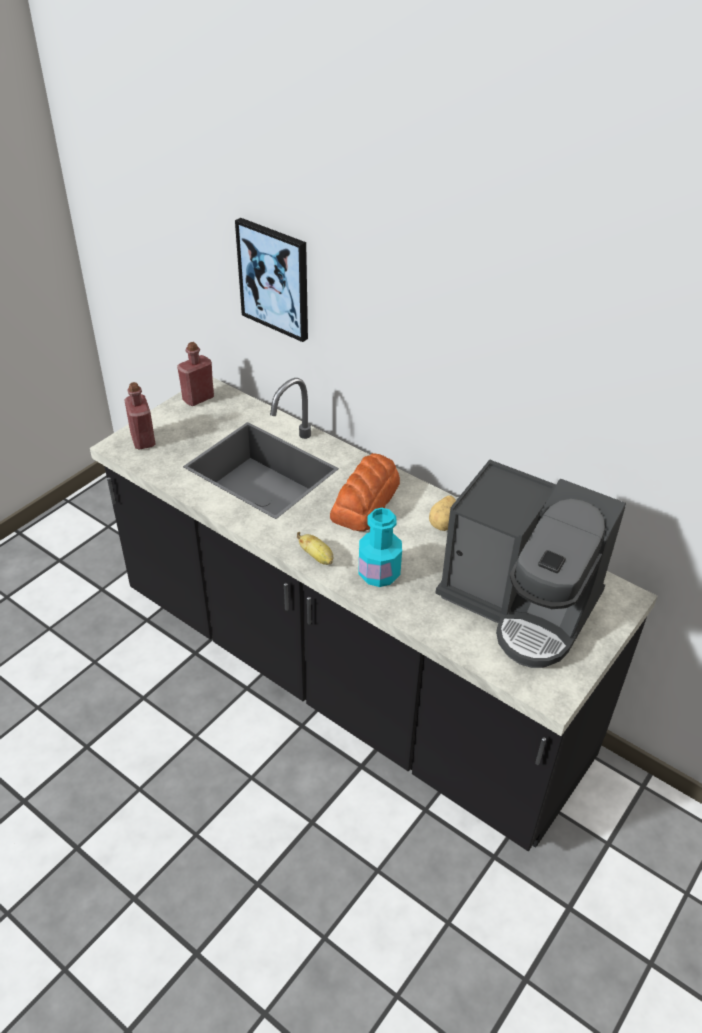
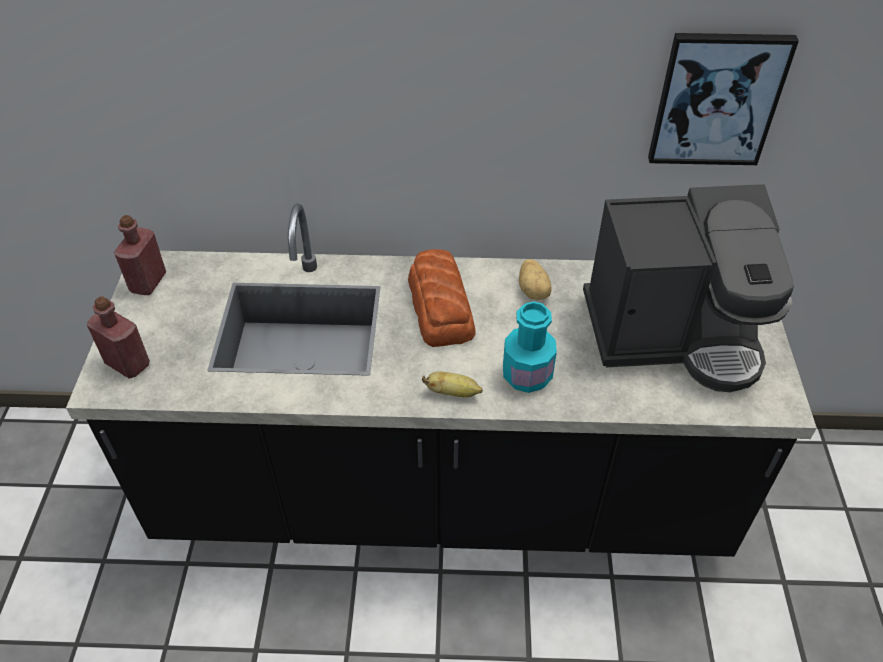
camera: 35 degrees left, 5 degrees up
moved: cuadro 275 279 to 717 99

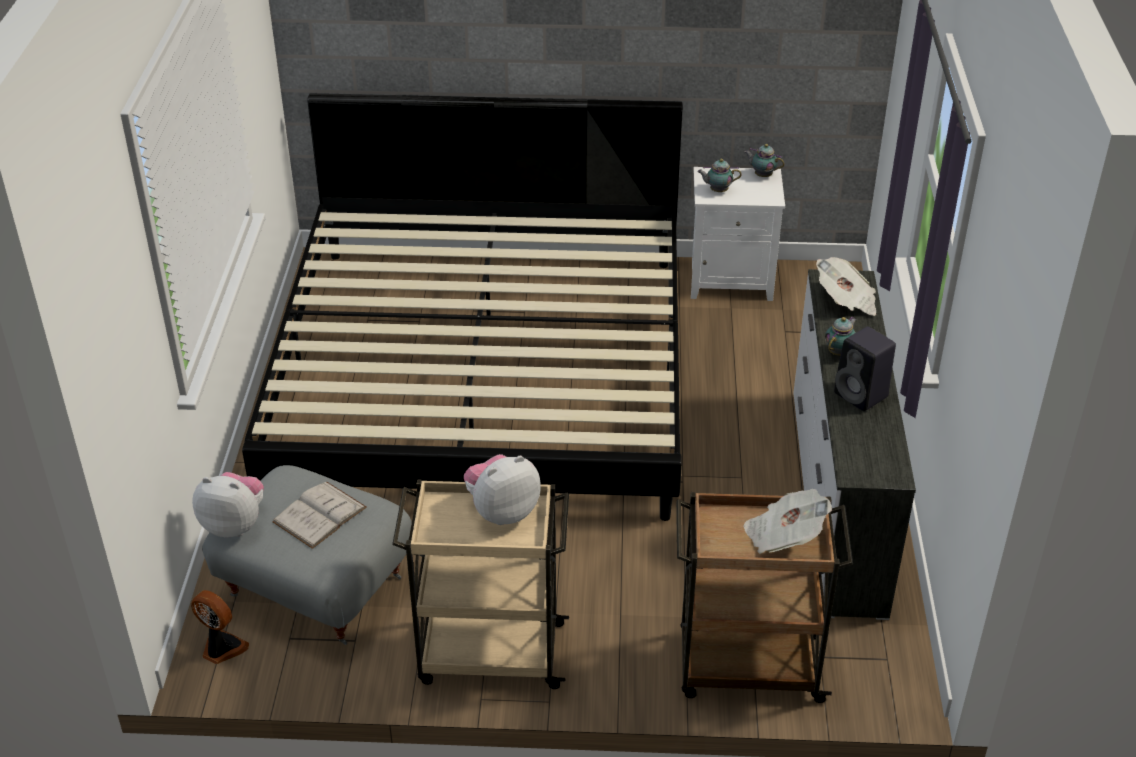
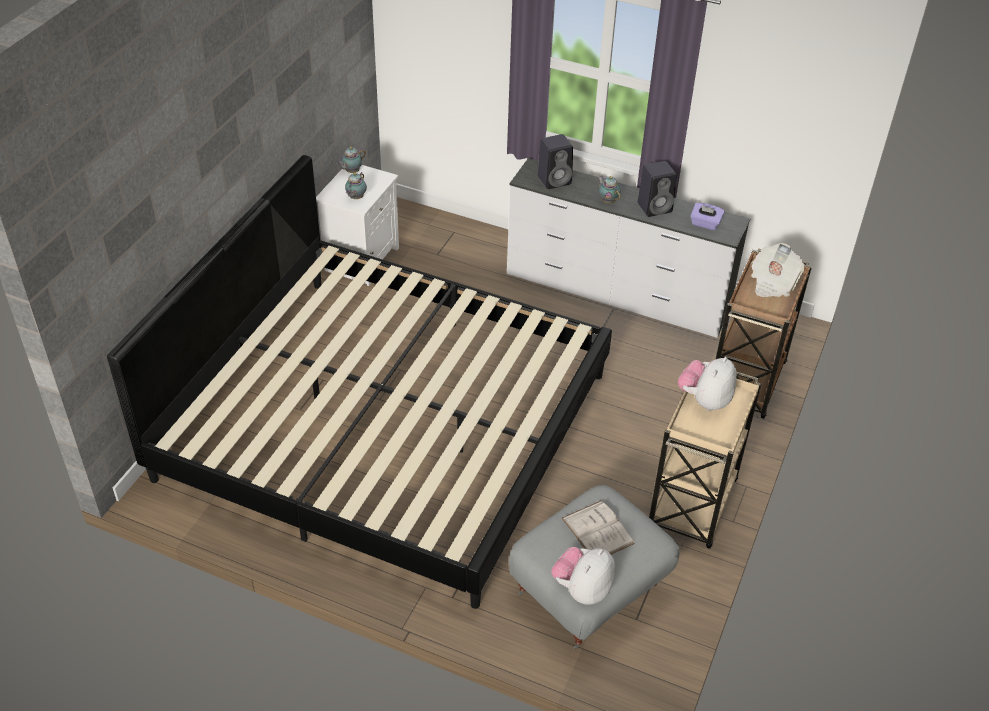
camera: 70 degrees left, 5 degrees up
removed: ventilador 221 648
added: caja de pañuelos [morado] 705 224
replaced: periódico 846 301 to altavoz [negro] 555 180
turned: peluche 502 511 = 705 400 45 degrees clockwise

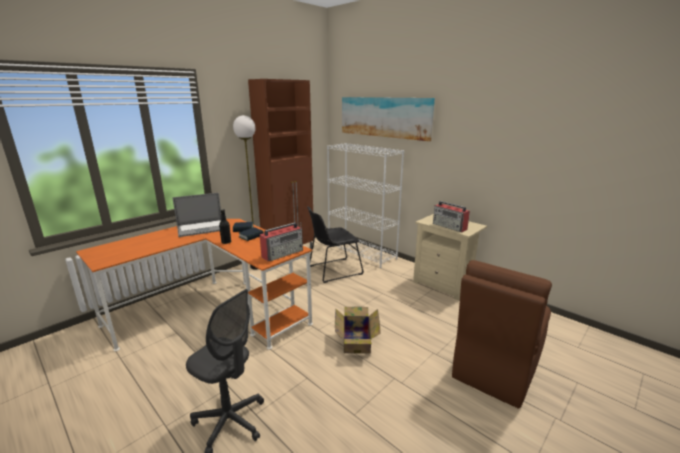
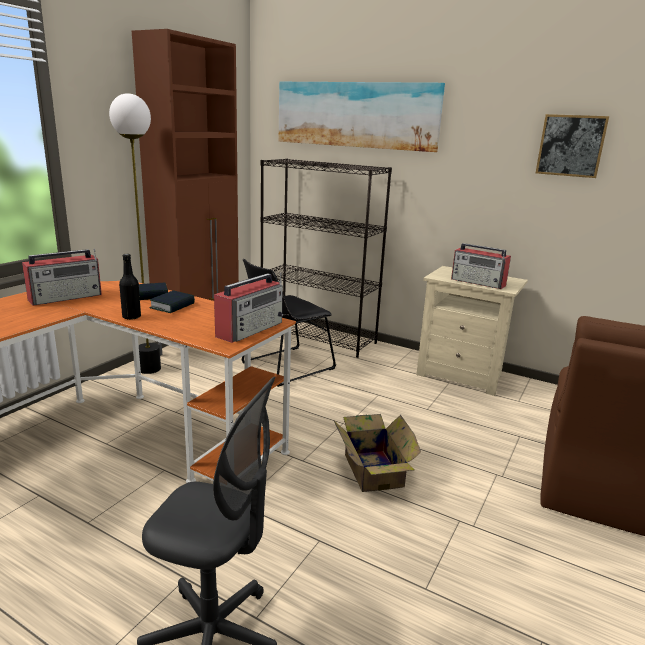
camera: 15 degrees left, 0 degrees up
added: cuadro 571 145
replaced: portátil 201 228 to radio 67 297
recoloured: estantería [blanco] 362 252 to estantería [negro] 318 337

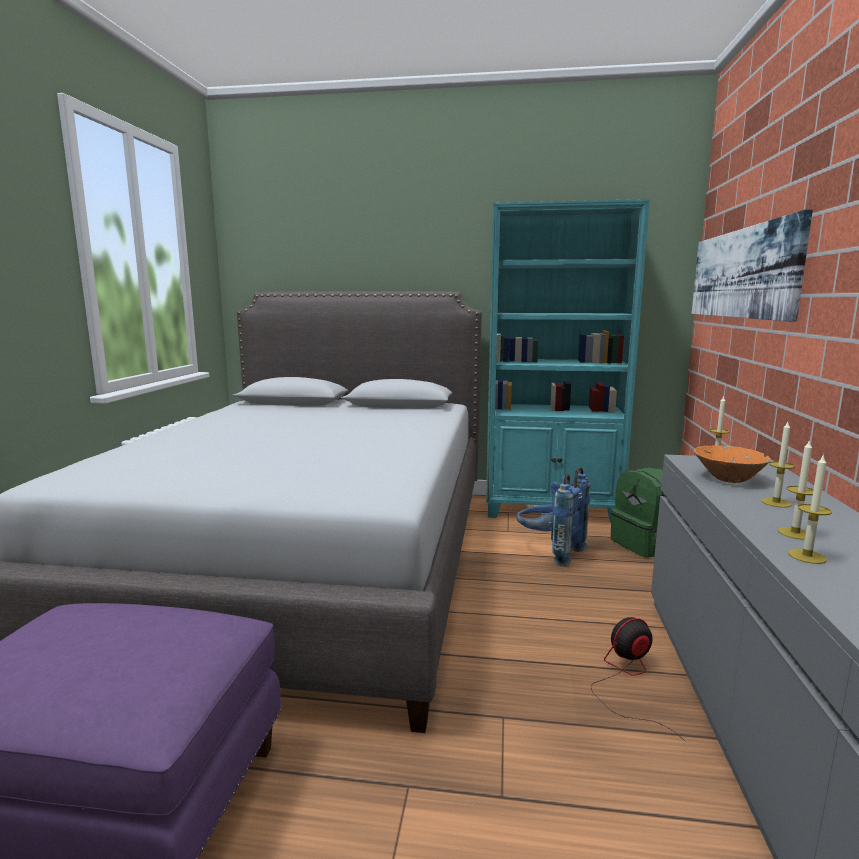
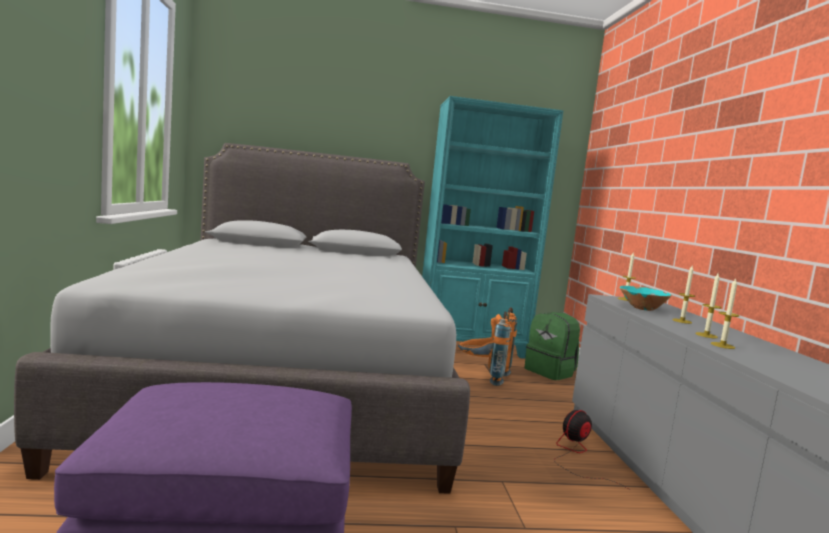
camera: 15 degrees left, 5 degrees down
removed: cuadro 741 273
recoloured: cuenco [naranja] 728 478 to cuenco [turquesa] 642 308; mochila [azul] 549 552 to mochila [naranja] 483 376

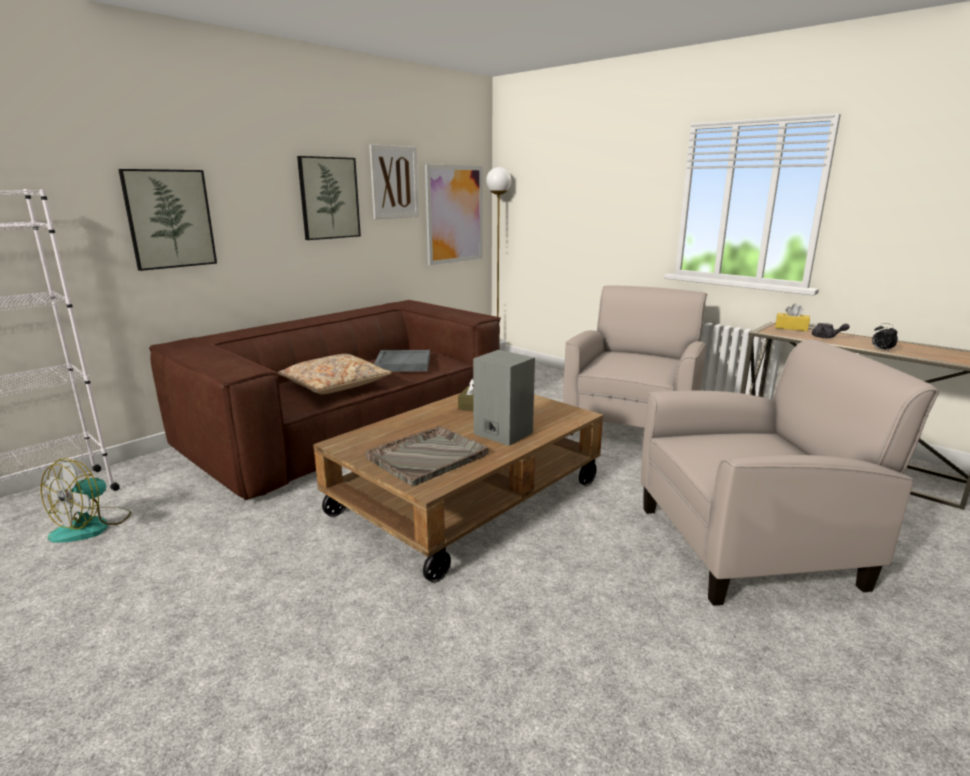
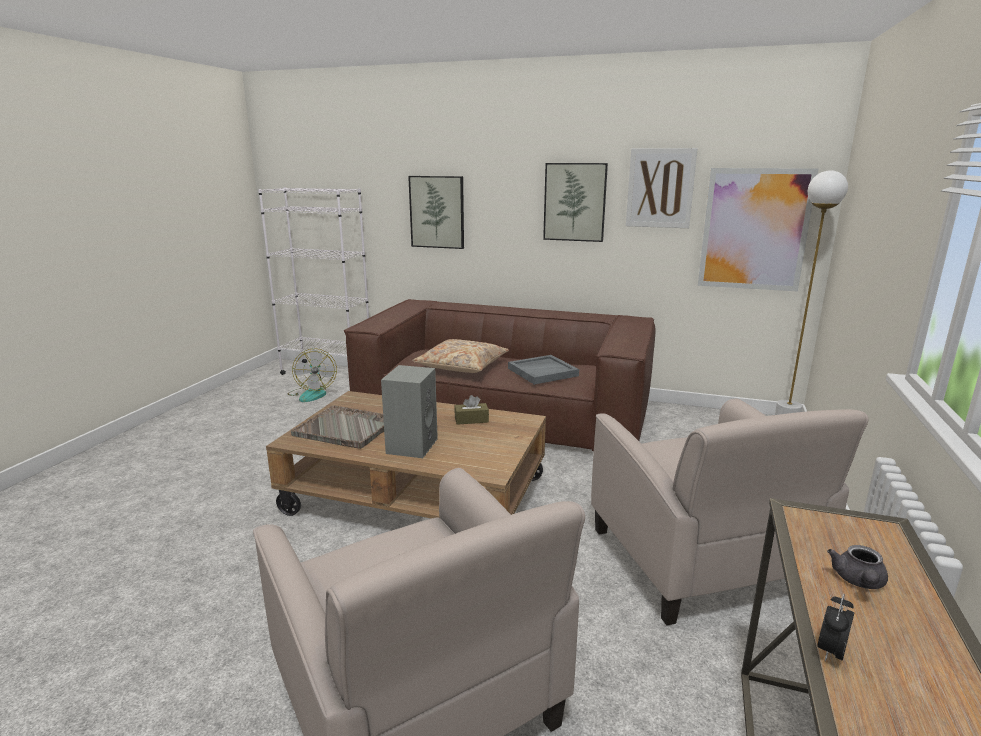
camera: 65 degrees right, 0 degrees up
removed: caja de pañuelos [amarillo] 791 328
turned: sillón [beis] 632 424 = 699 561 75 degrees clockwise; ventilador 92 526 = 312 393 105 degrees counterclockwise

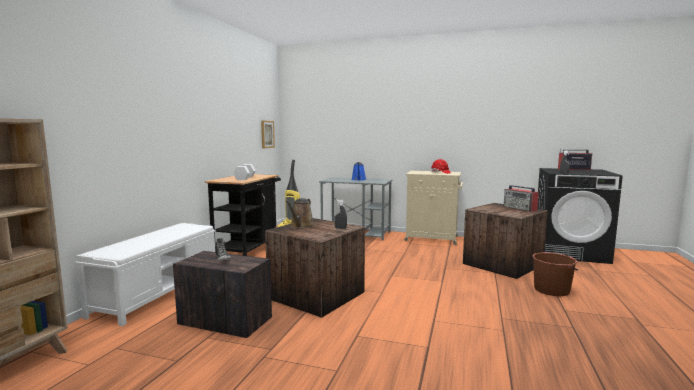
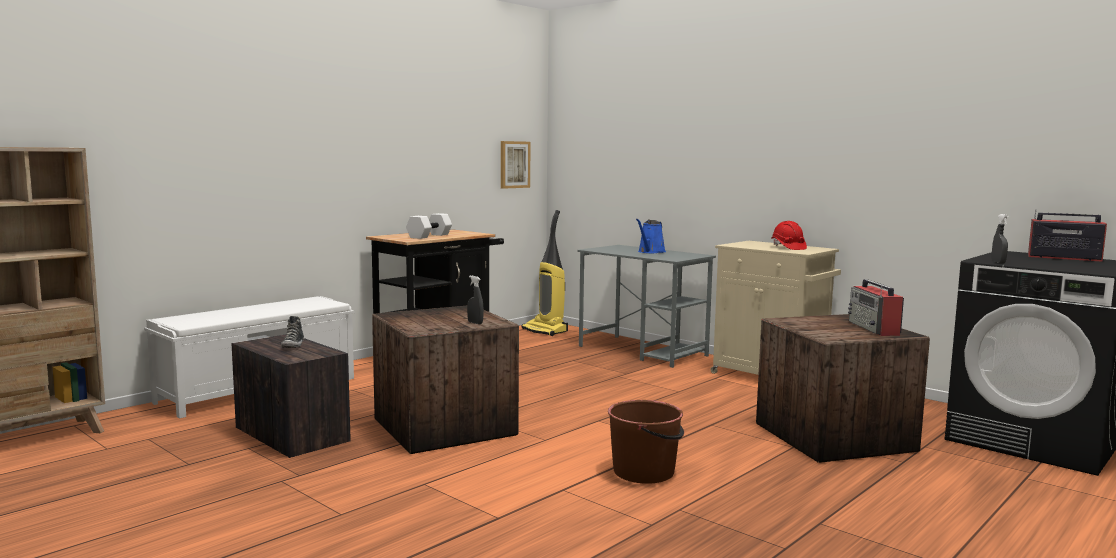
camera: 25 degrees right, 0 degrees up
removed: regadera [marrón] 301 226
moved: cubo [marrón] 552 290 to 644 472

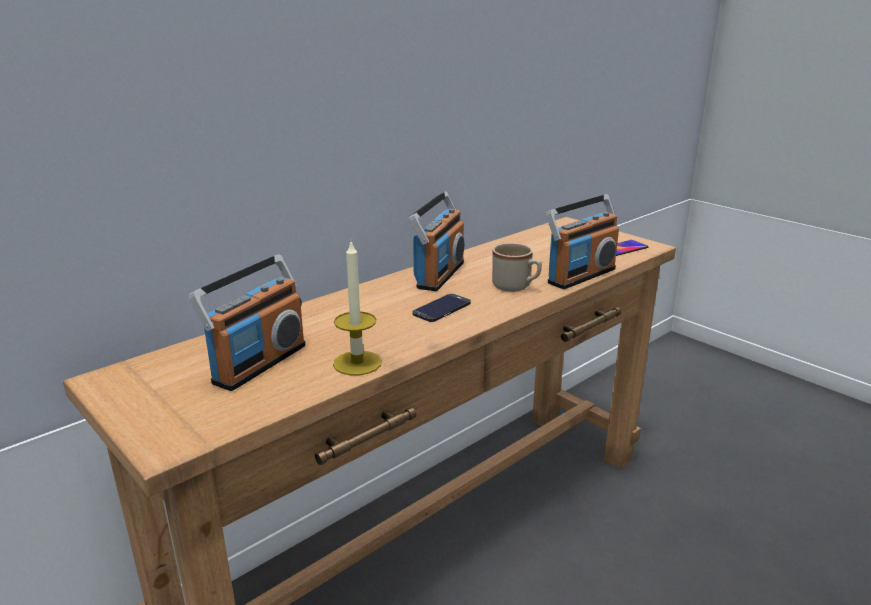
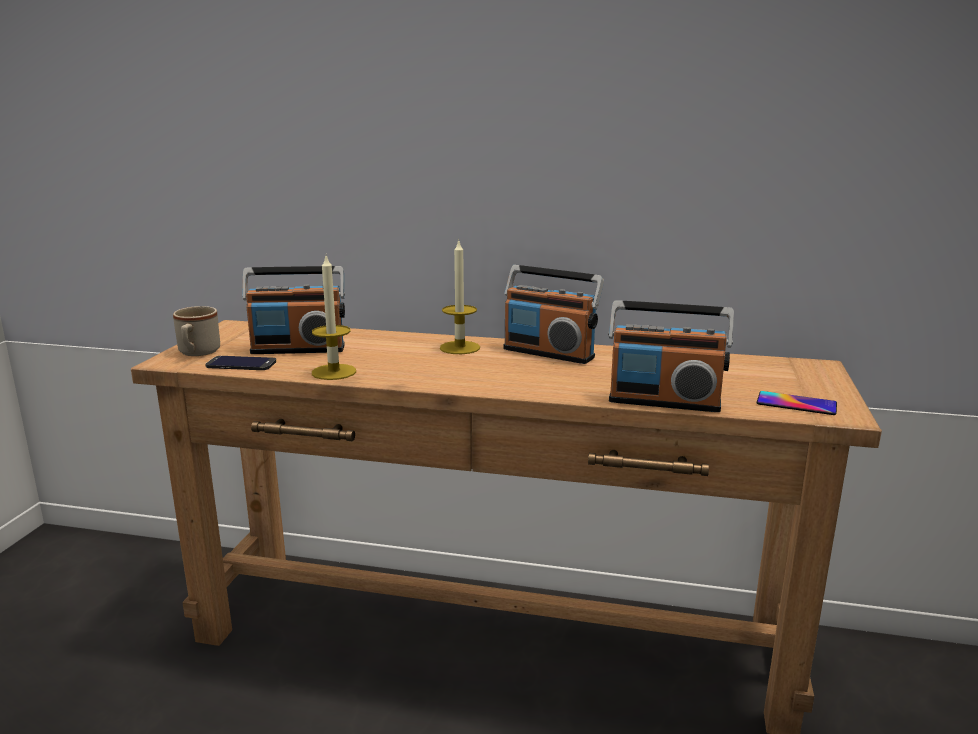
camera: 55 degrees right, 5 degrees down
added: vela 460 348
moved: taza grande [beis] 516 287 to 197 353; móvil 442 308 to 241 364
turned: radio 439 275 = 549 353 45 degrees clockwise

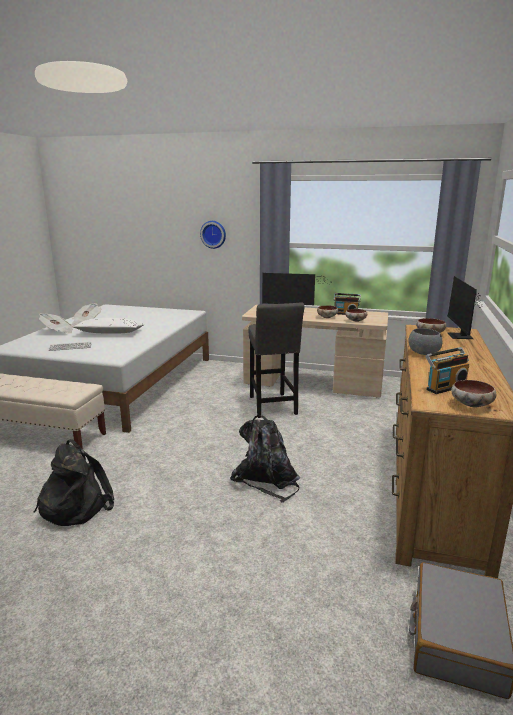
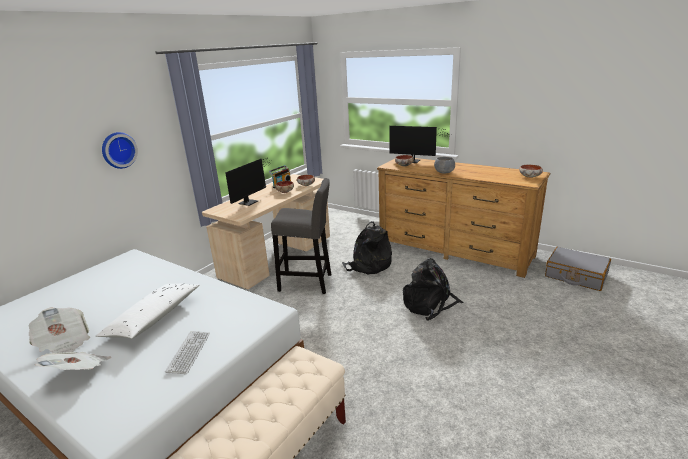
camera: 70 degrees left, 5 degrees up
removed: radio 445 387
moved: mochila [negro] 75 506 to 368 265

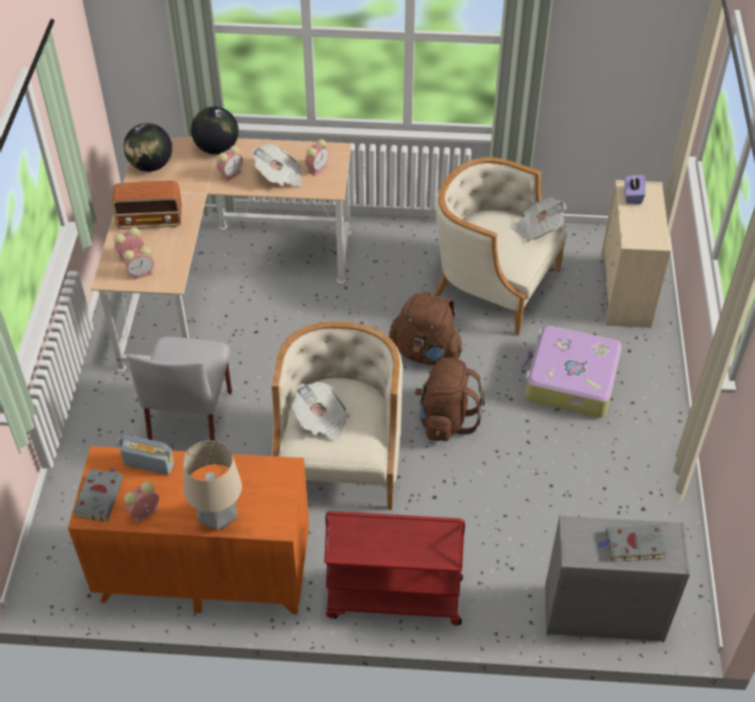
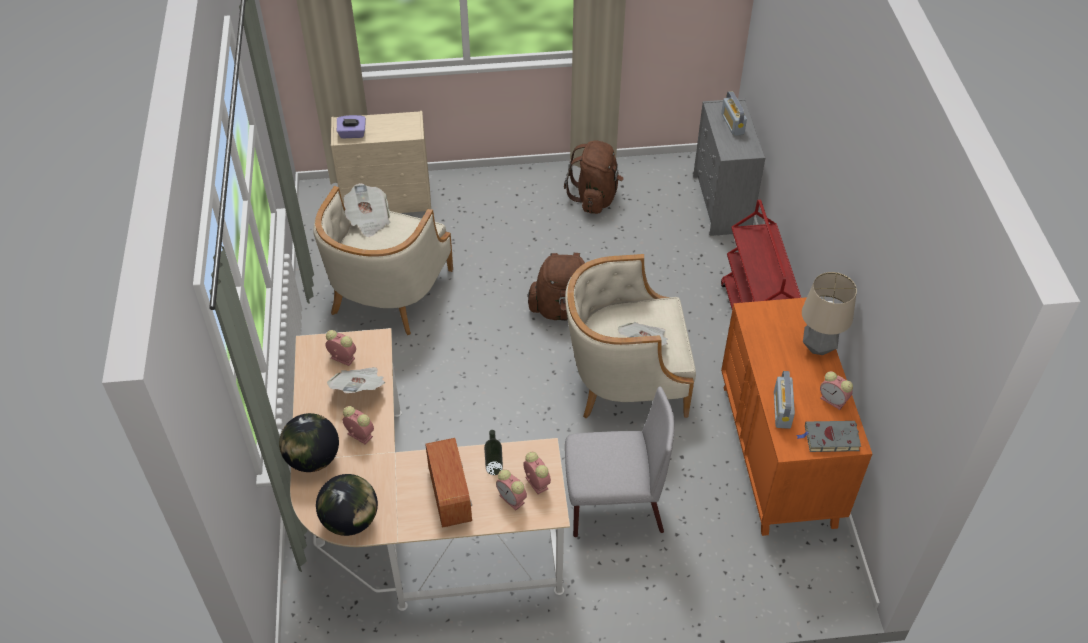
camera: 100 degrees left, 0 degrees up
removed: maleta 569 381
added: botella 494 468
moved: mochila [marrón] 426 352 to 595 197
replaced: libro [gris] 633 545 to radio 732 124

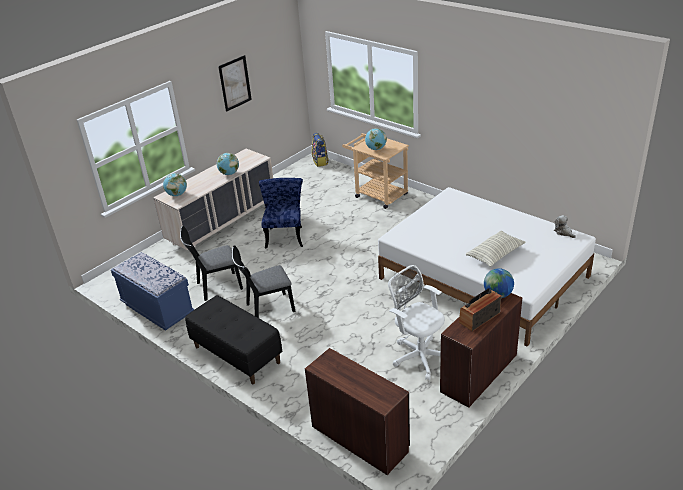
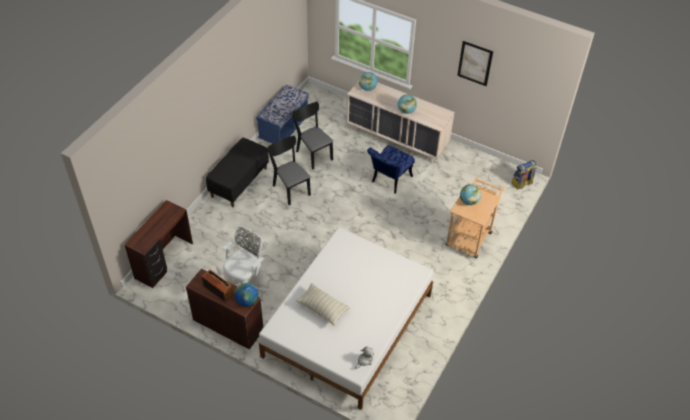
camera: 75 degrees right, 15 degrees up
turned: silla [azul] 285 235 = 389 181 135 degrees clockwise

